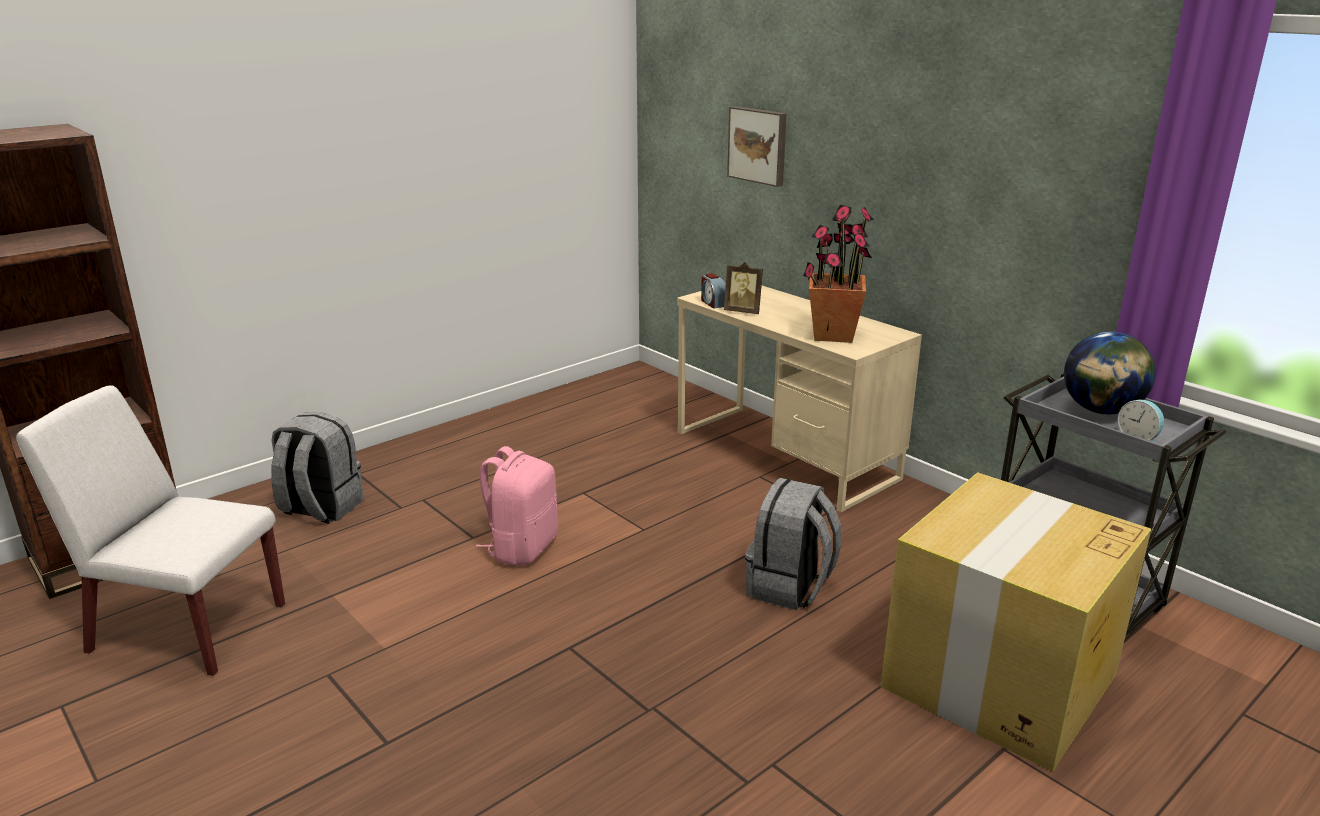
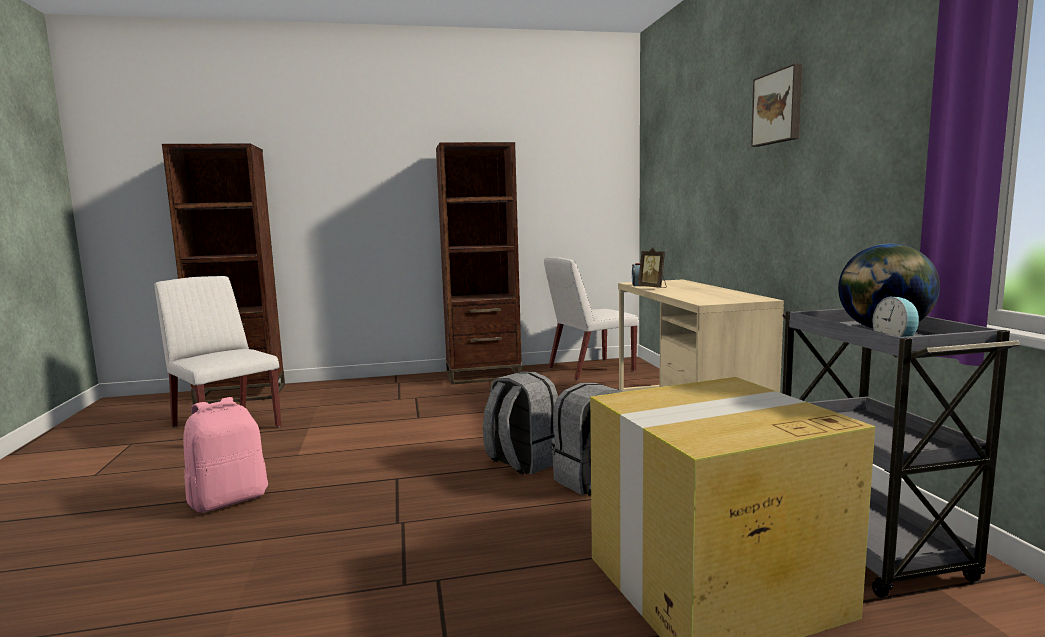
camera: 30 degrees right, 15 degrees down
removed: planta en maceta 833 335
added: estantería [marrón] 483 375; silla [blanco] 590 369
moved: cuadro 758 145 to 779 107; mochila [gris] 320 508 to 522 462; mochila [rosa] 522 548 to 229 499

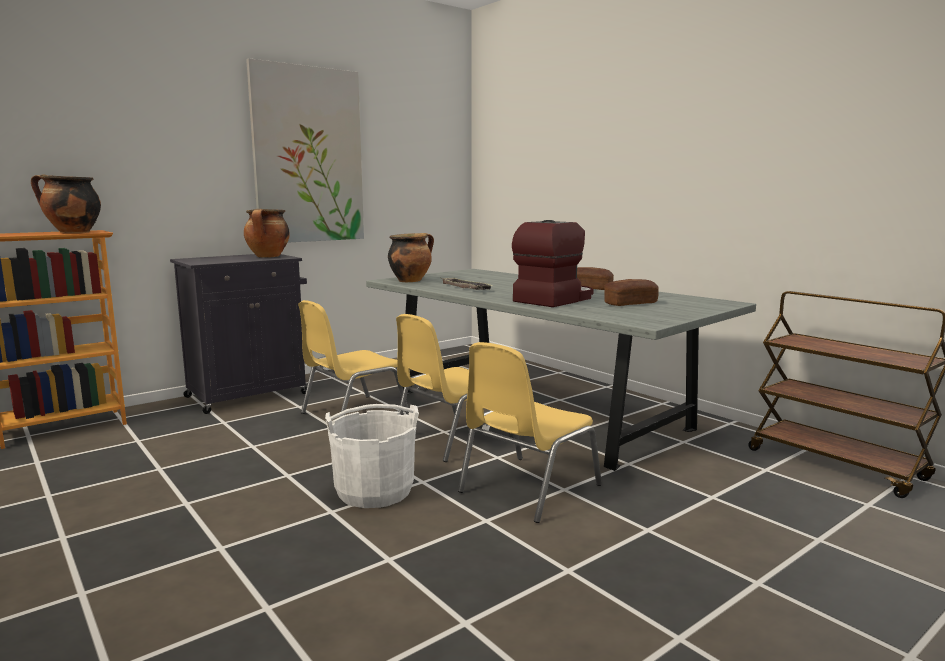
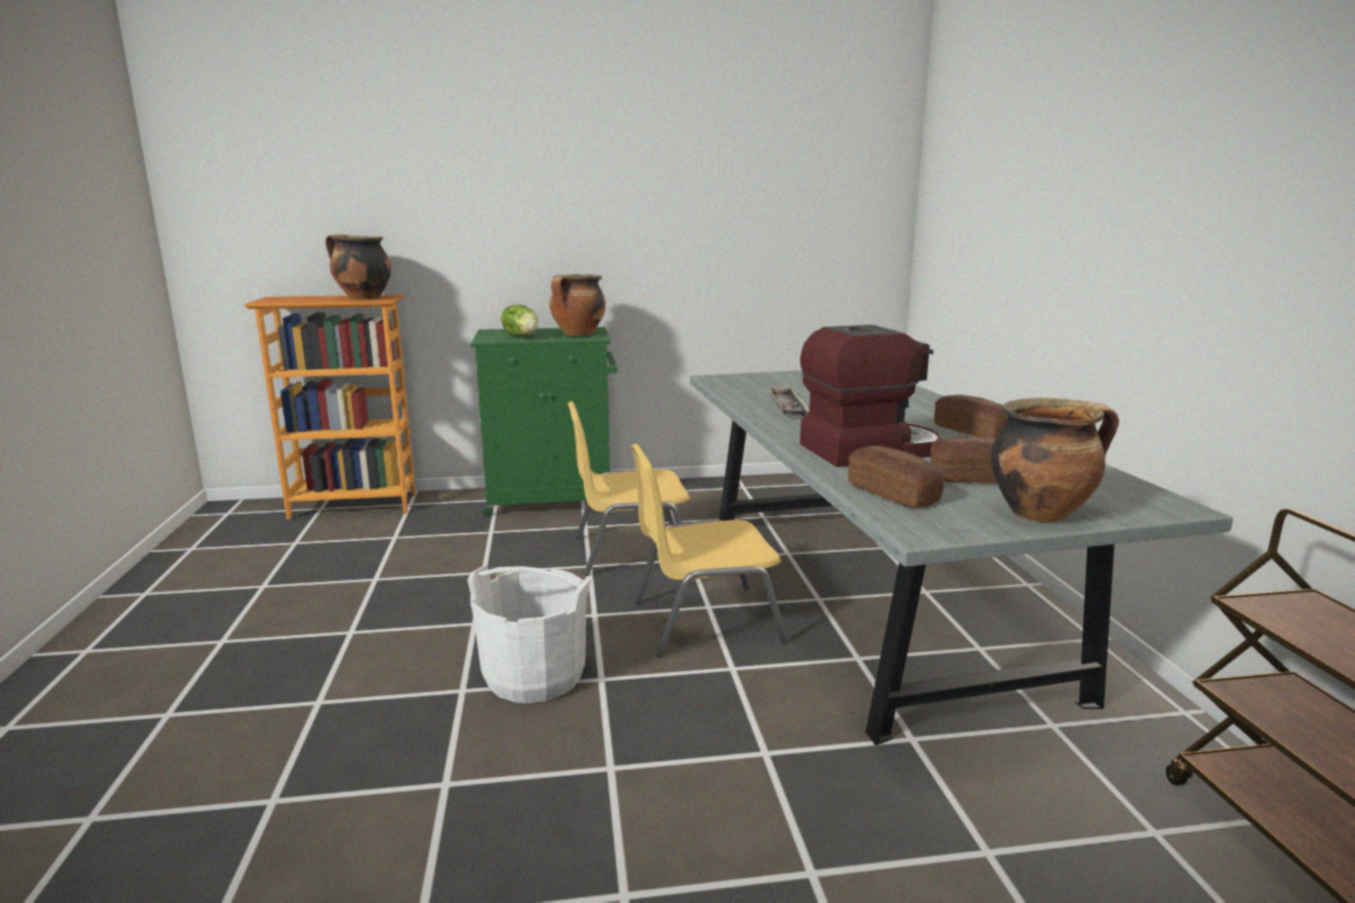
camera: 30 degrees right, 5 degrees up
removed: cuadro 308 155; silla [amarillo] 527 489
added: lechuga 522 336; pan 892 494
moved: olla 411 281 to 1041 513
recoloured: armario [negro] 249 395 to armario [verde] 553 499

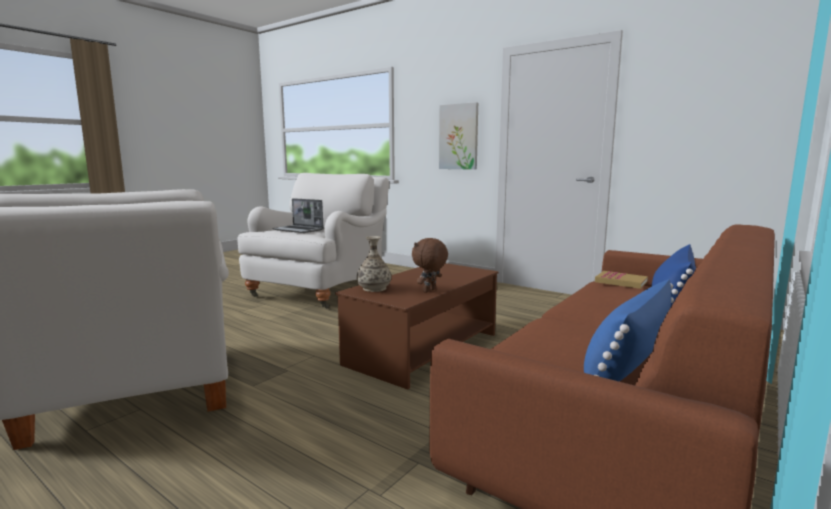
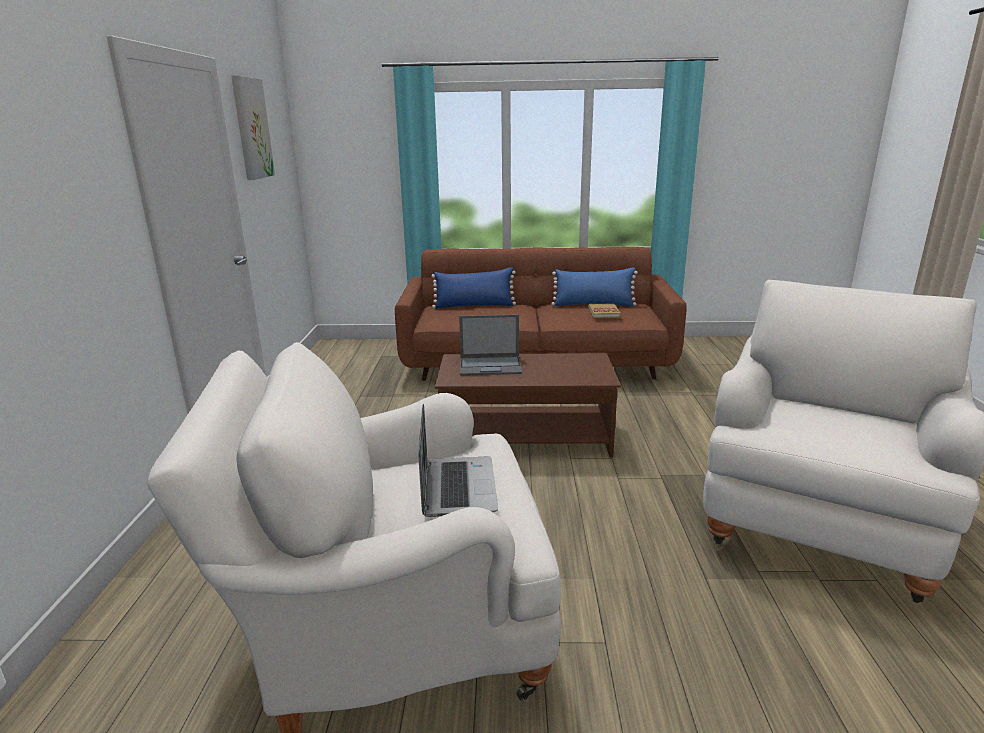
camera: 125 degrees left, 10 degrees up
removed: florero 374 288; peluche [marrón] 429 291
added: portátil 491 366
moved: cuadro 459 137 to 251 129; libro 620 282 to 604 312

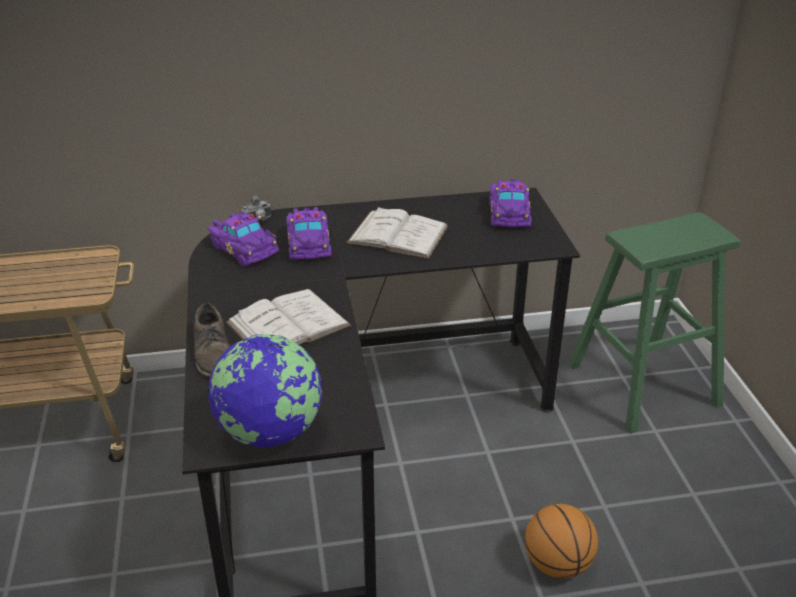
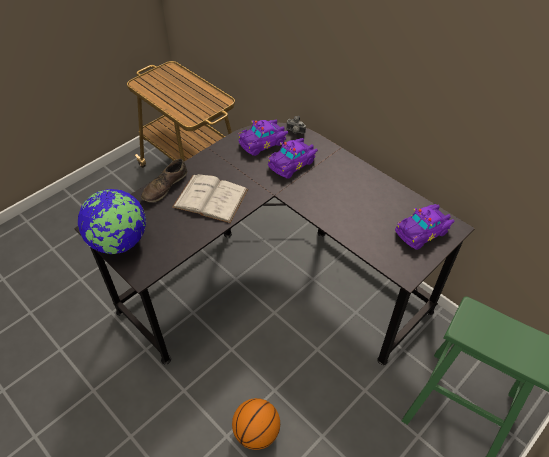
camera: 55 degrees right, 15 degrees up
removed: libro [blanco] 398 235
turned: coche de juguete [morado] 244 248 = 263 142 45 degrees clockwise

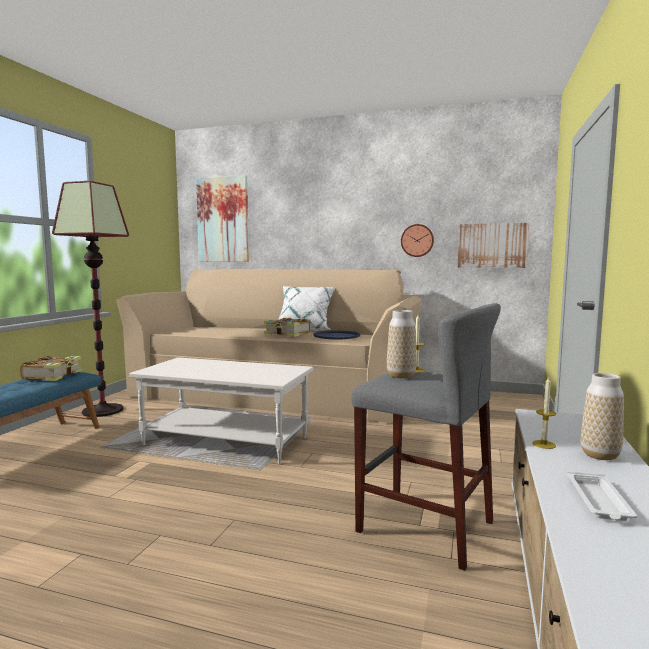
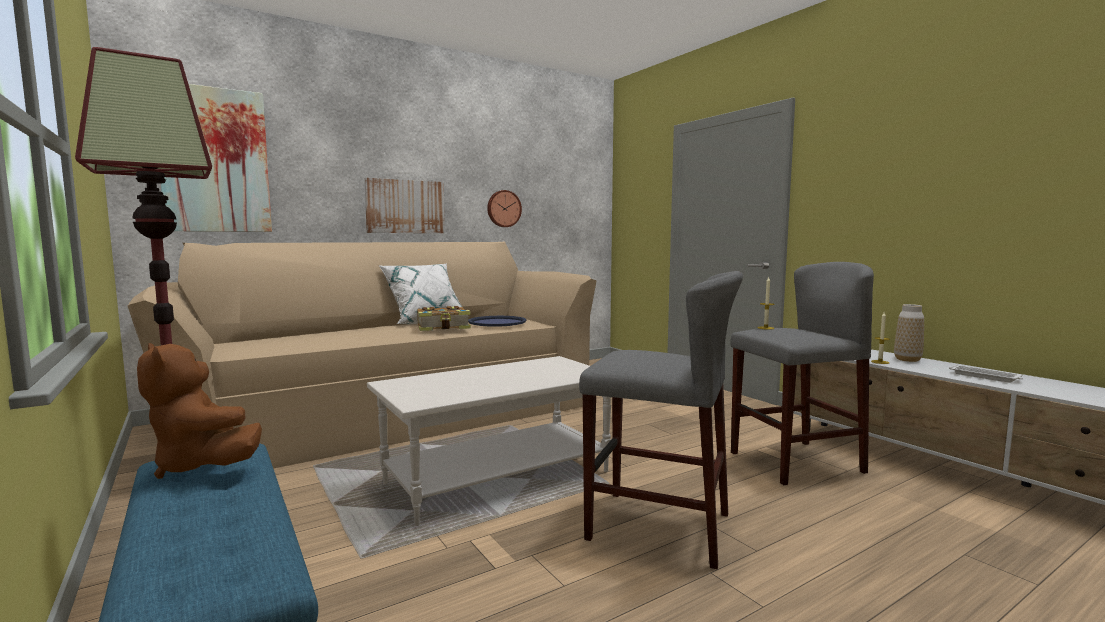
camera: 50 degrees left, 0 degrees up
removed: florero 401 376
added: taburete [gris] 658 526
moved: cuadro 492 245 to 405 206
replaced: libro 53 376 to peluche [marrón] 203 465

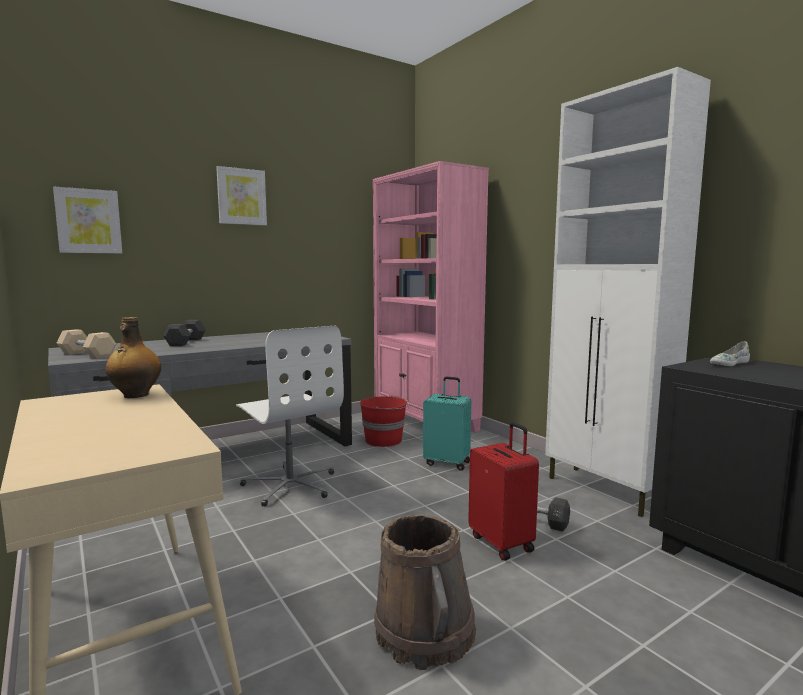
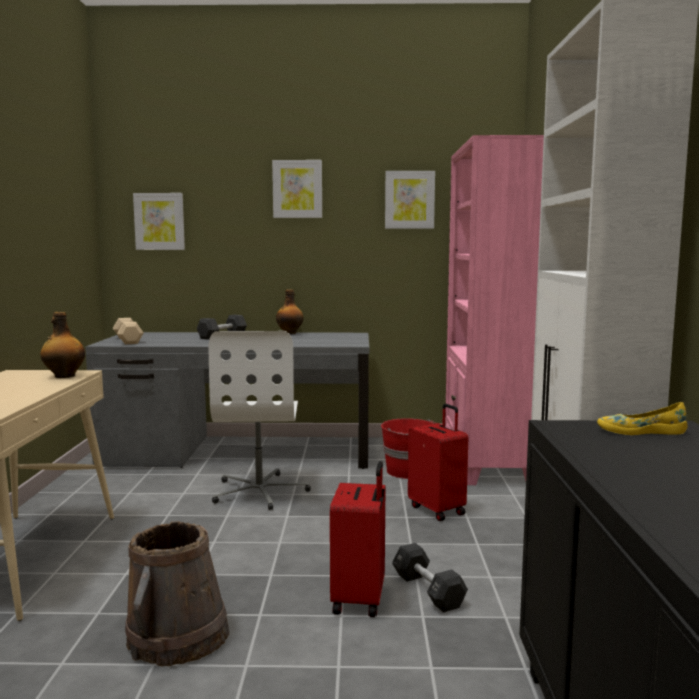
camera: 35 degrees right, 0 degrees up
added: cuadro 409 200; botella 290 333
recoloured: zapato [blanco] 728 363 to zapato [amarillo] 640 431; maleta [turquesa] 447 463 to maleta [rojo] 438 510

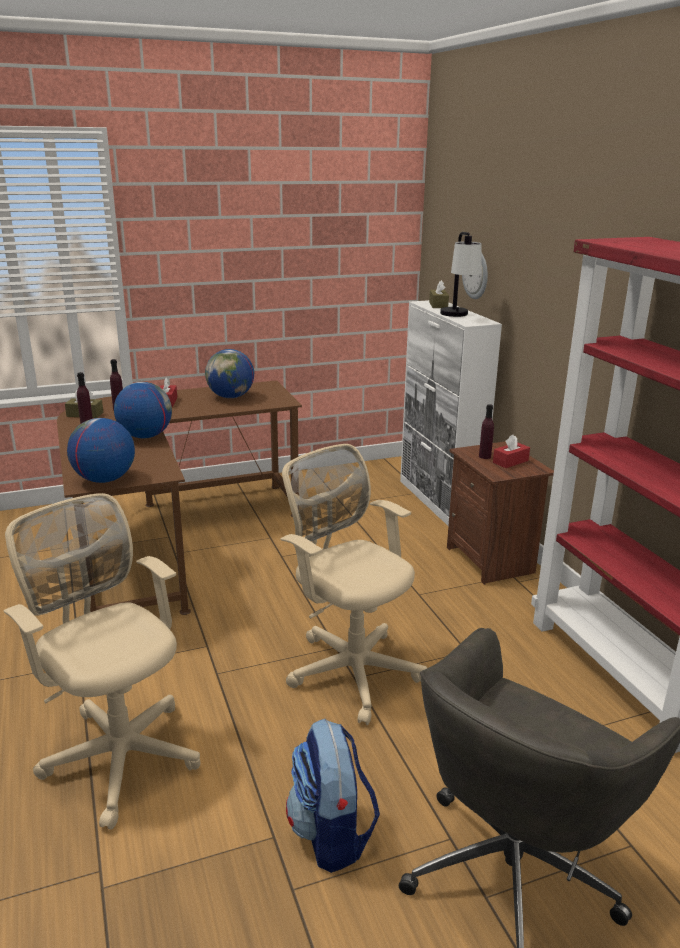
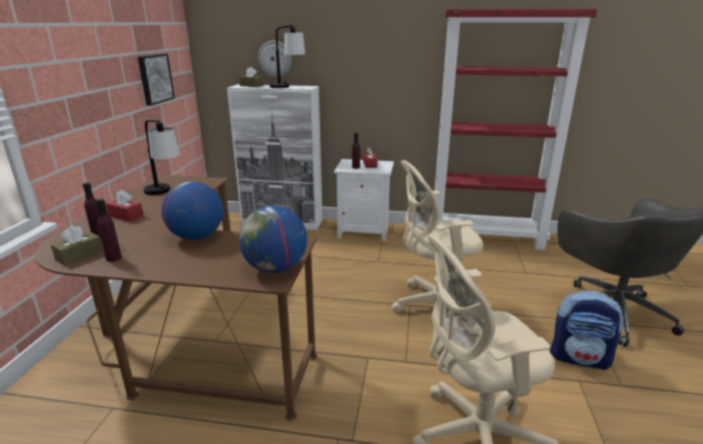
camera: 60 degrees left, 0 degrees up
added: cuadro 154 78
replaced: globo terráqueo 231 397 to lámpara de mesa 165 193
recoloured: mesita de noche [marrón] 491 560 to mesita de noche [blanco] 364 231

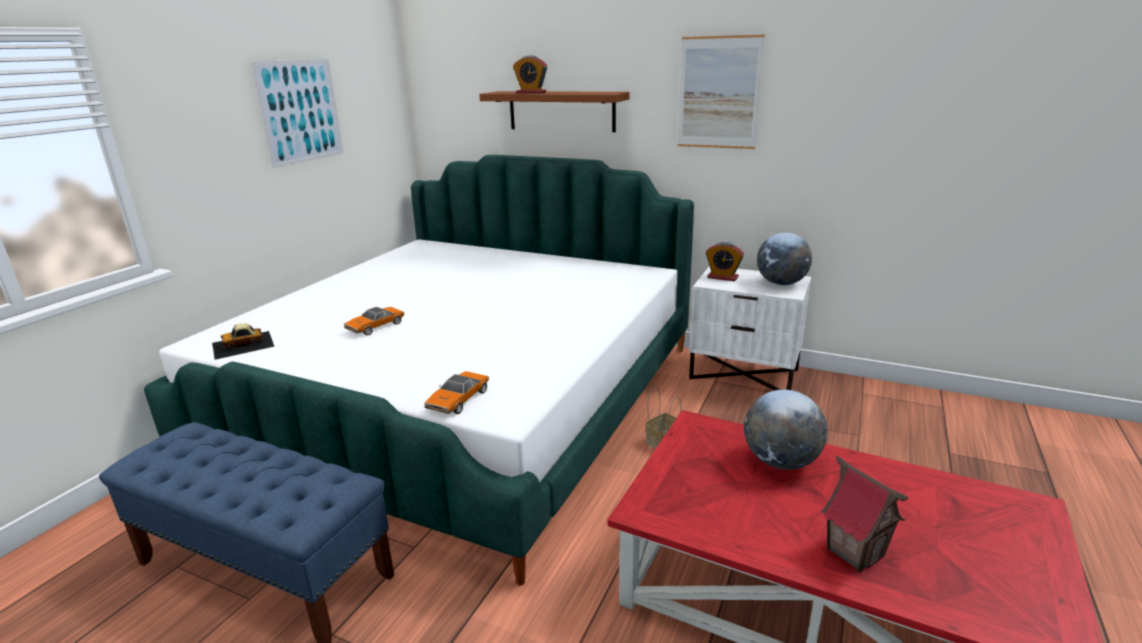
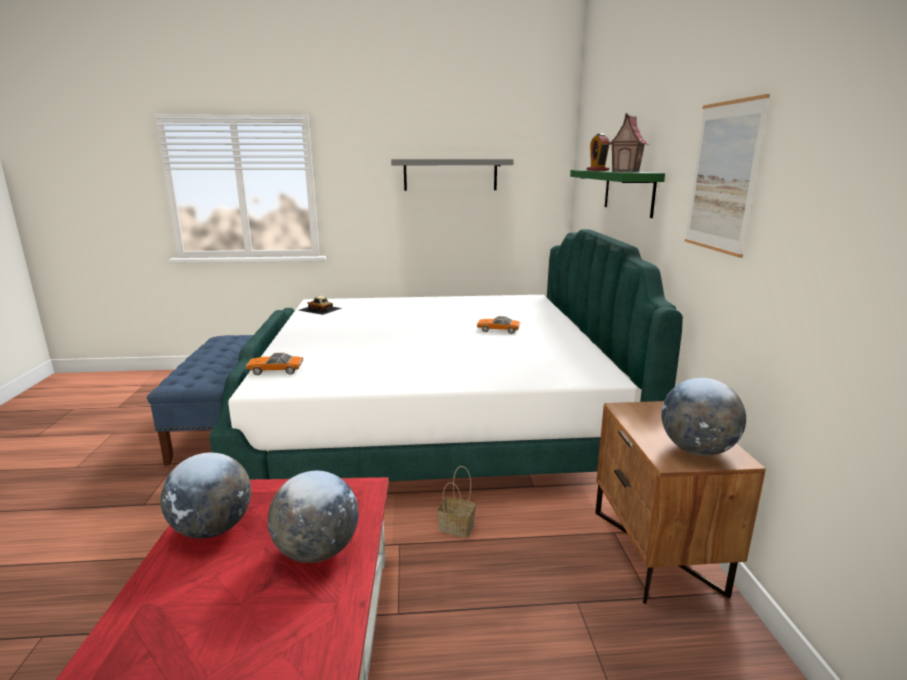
camera: 60 degrees right, 5 degrees down
removed: despertador 722 277
added: globo terráqueo 213 529
moved: coche de juguete 375 327 to 498 330; casita 855 552 to 626 171
replaced: cuadro 300 111 to estante [gris] 450 174
recoloured: estante [marrón] 561 111 to estante [verde] 628 191; mesita de noche [blanco] 744 373 to mesita de noche [marrón] 658 551

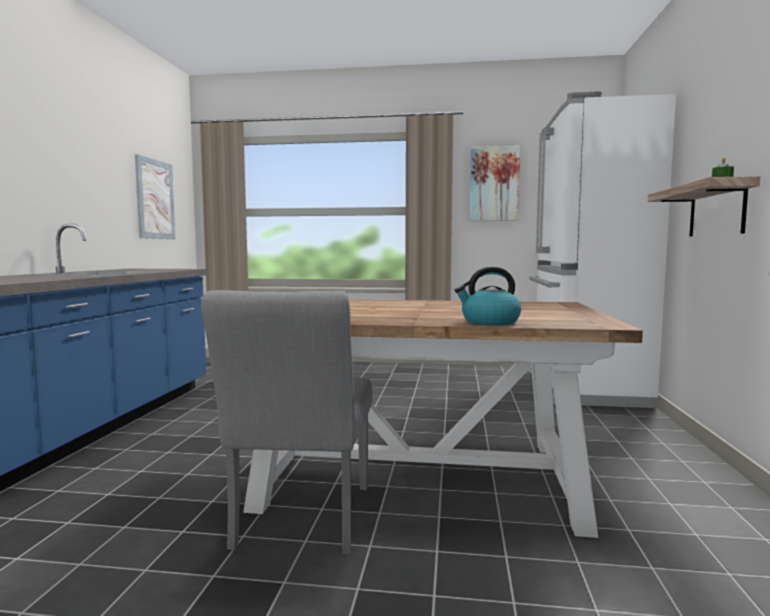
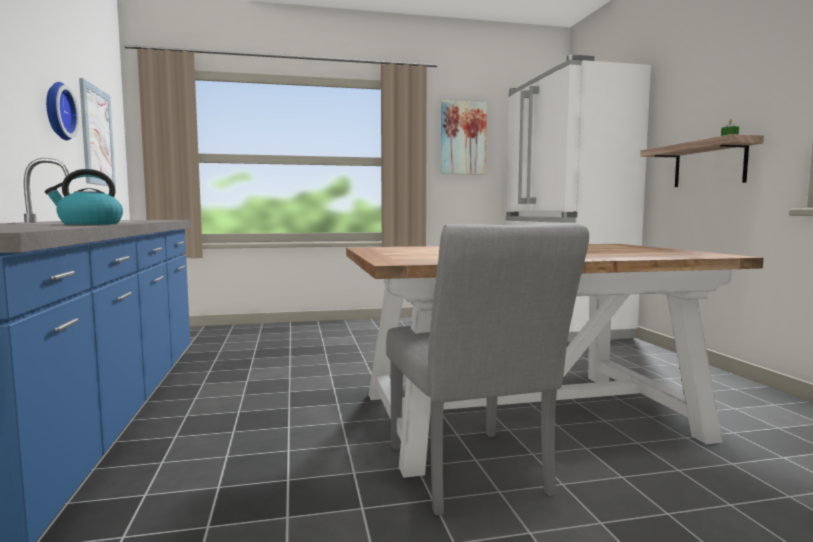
camera: 20 degrees left, 0 degrees up
added: reloj de pared 57 111
moved: hervidor 489 322 to 89 224

